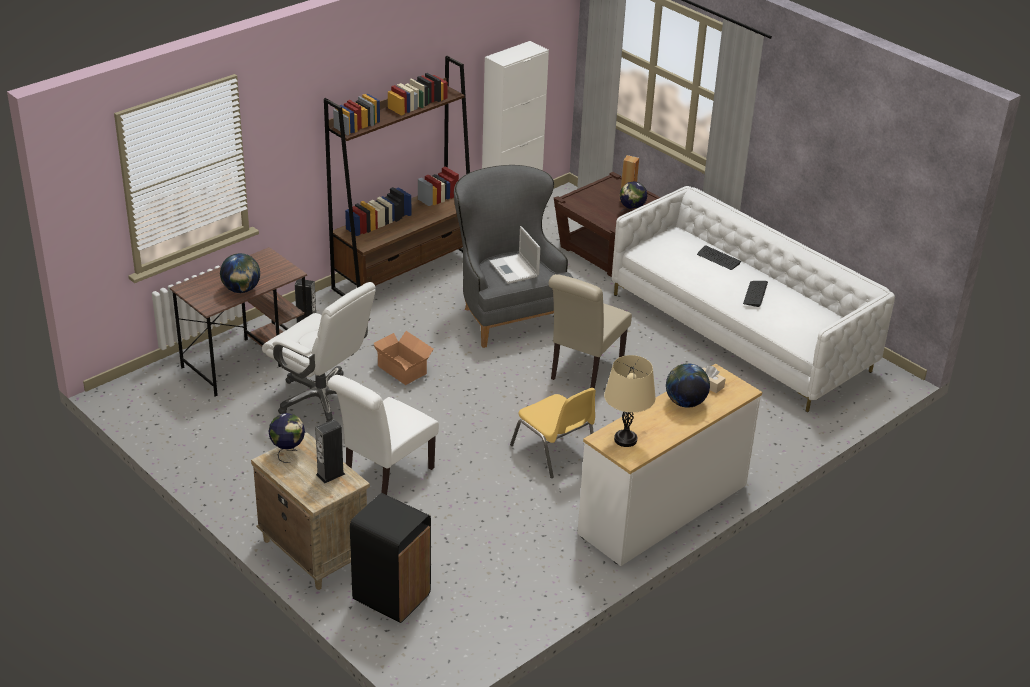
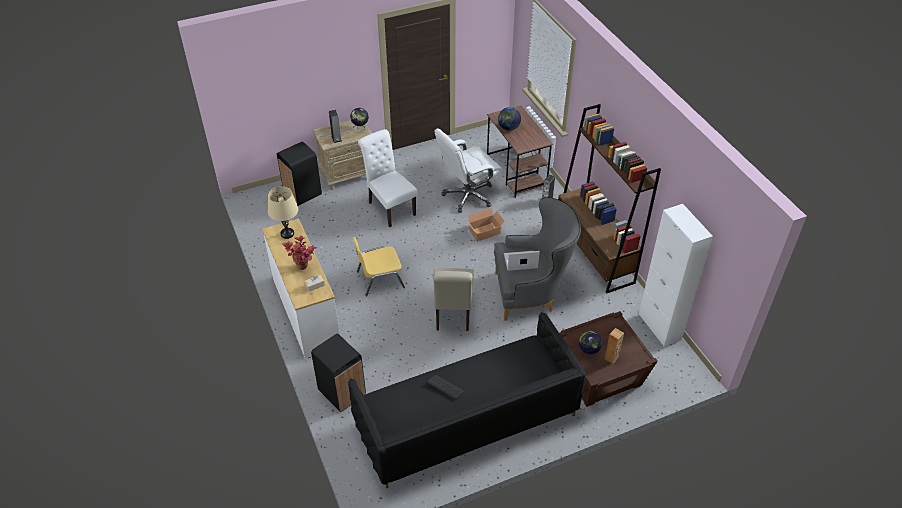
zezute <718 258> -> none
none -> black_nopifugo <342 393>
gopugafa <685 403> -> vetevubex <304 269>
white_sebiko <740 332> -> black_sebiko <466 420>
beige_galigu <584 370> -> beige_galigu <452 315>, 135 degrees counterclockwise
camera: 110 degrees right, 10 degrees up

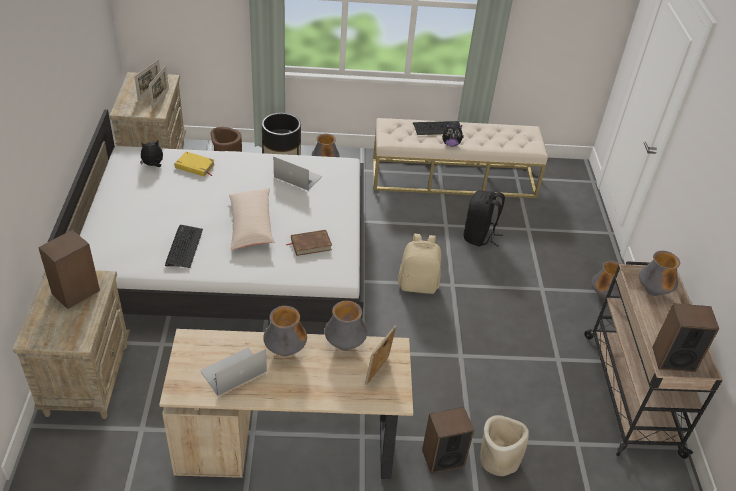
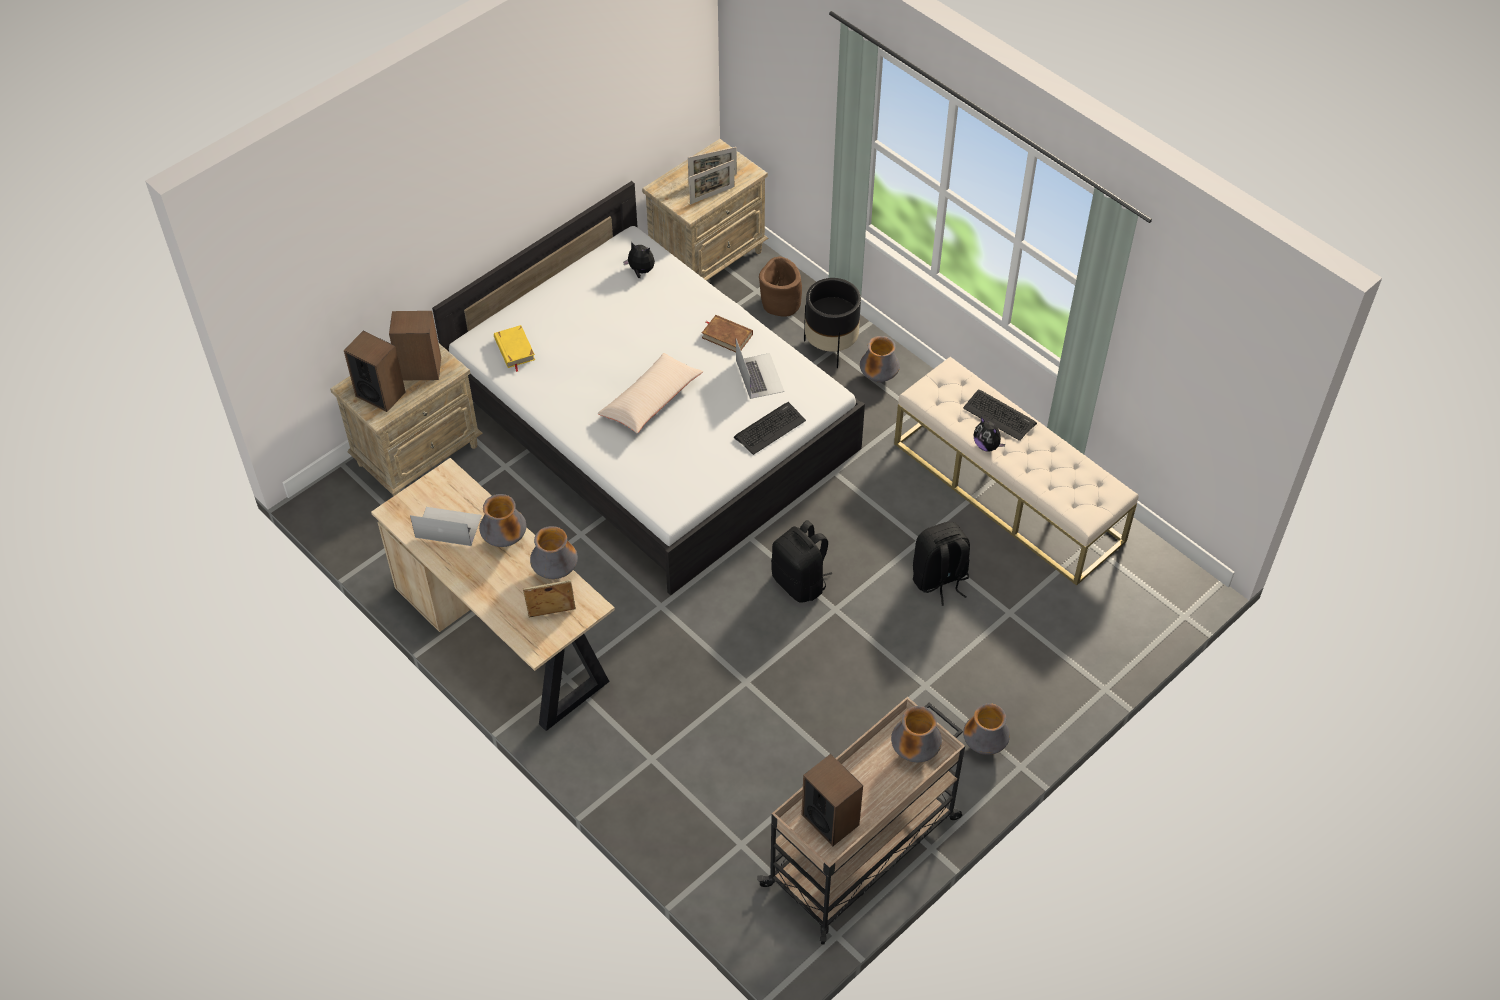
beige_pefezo <498 459> -> none
zezute <184 247> -> zezute <770 428>, shifted
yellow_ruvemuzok <195 166> -> yellow_ruvemuzok <514 349>, shifted
brown_ruvemuzok <311 244> -> brown_ruvemuzok <727 336>, shifted
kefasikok <442 458> -> kefasikok <380 394>, shifted
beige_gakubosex <418 284> -> black_gakubosex <800 582>
camera: 50 degrees right, 10 degrees up

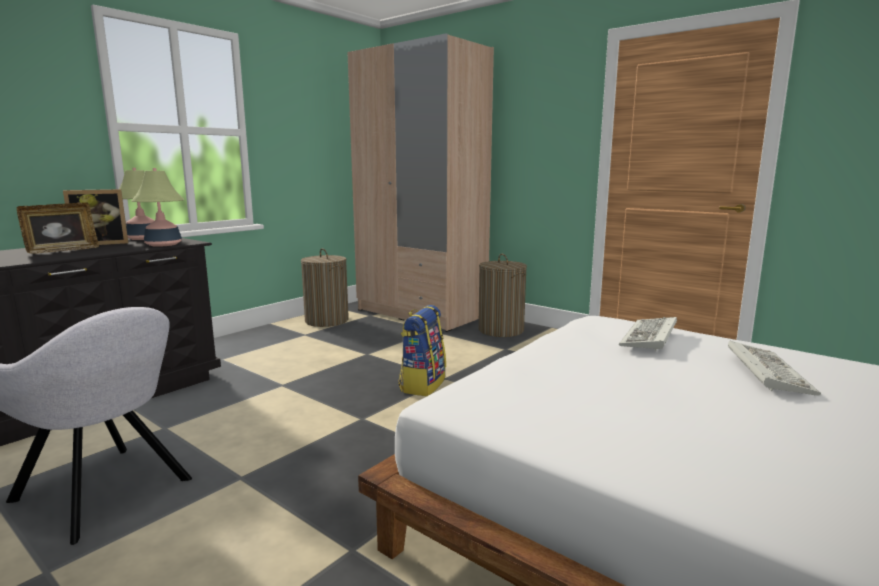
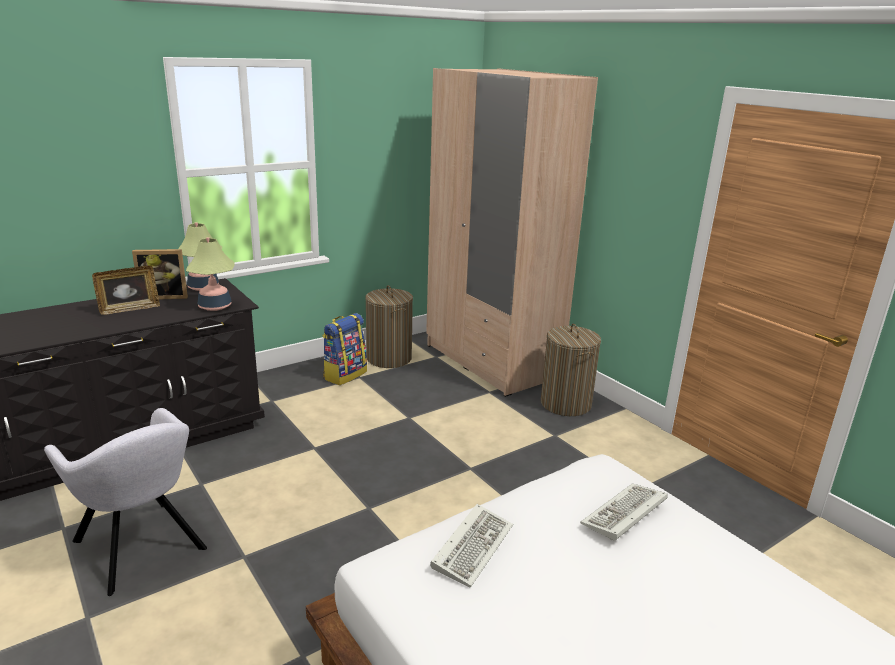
gakubosex <422 384> -> gakubosex <344 375>, shifted
zezute <765 371> -> zezute <472 546>, shifted
camera: 15 degrees right, 10 degrees up

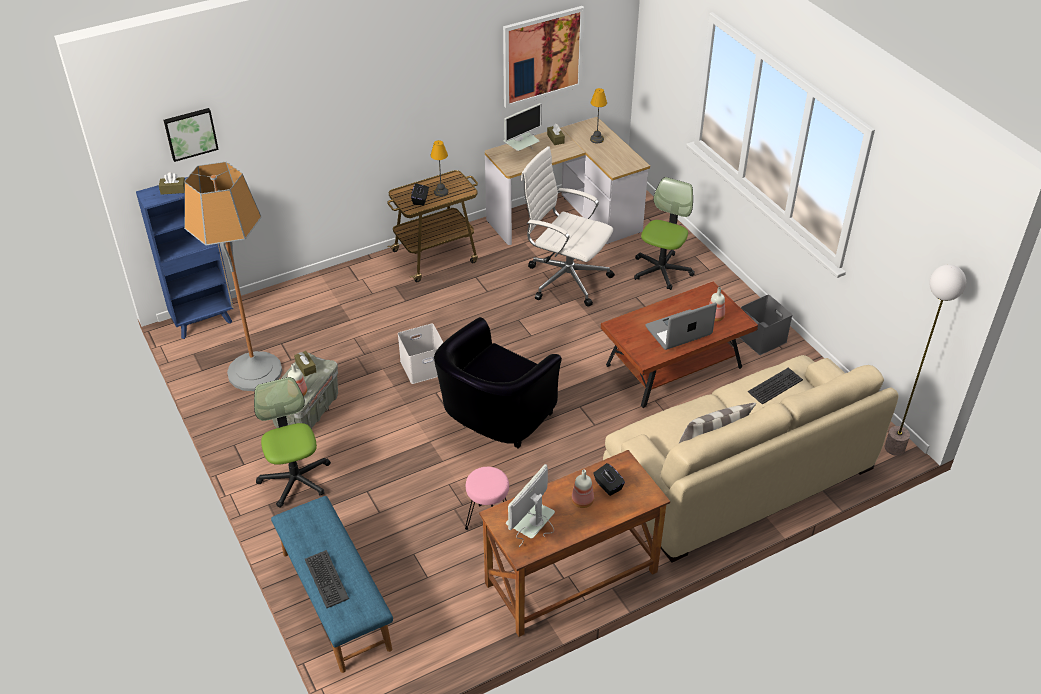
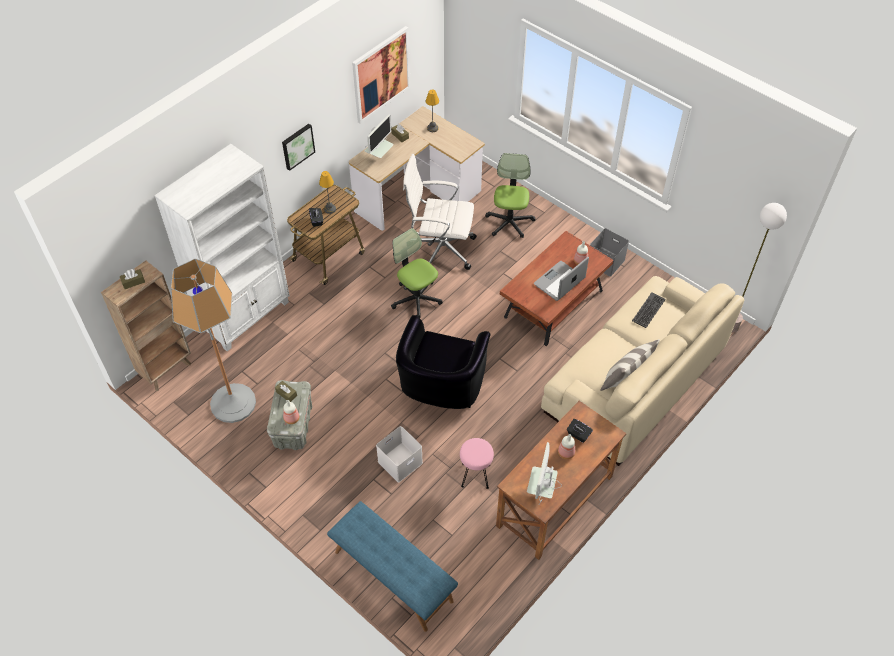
zezute <326 579> -> none
none -> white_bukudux <246 315>
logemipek <190 133> -> logemipek <297 146>, shifted
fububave <295 479> -> fububave <416 299>, shifted
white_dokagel <422 368> -> white_dokagel <400 463>, shifted
blue_bukudux <204 321> -> brown_bukudux <167 369>
camera: 20 degrees left, 10 degrees up

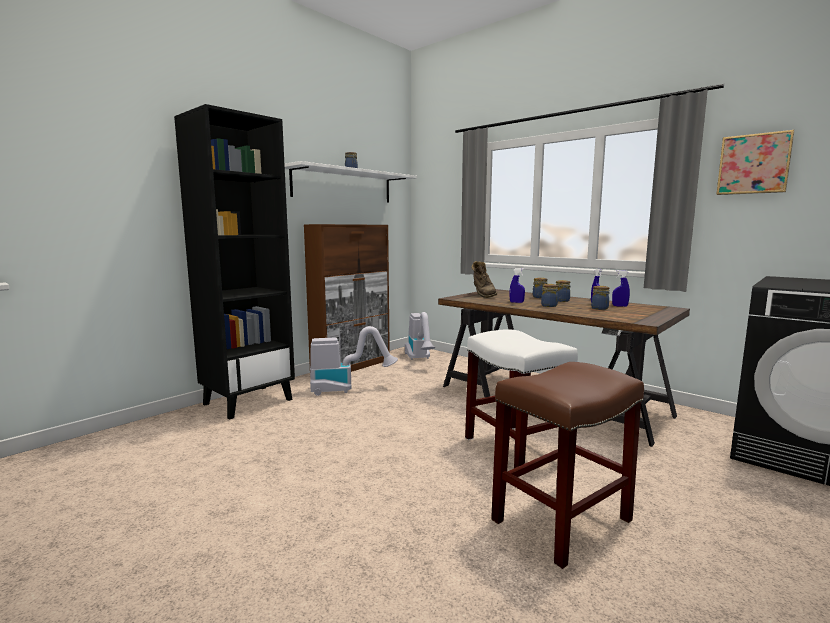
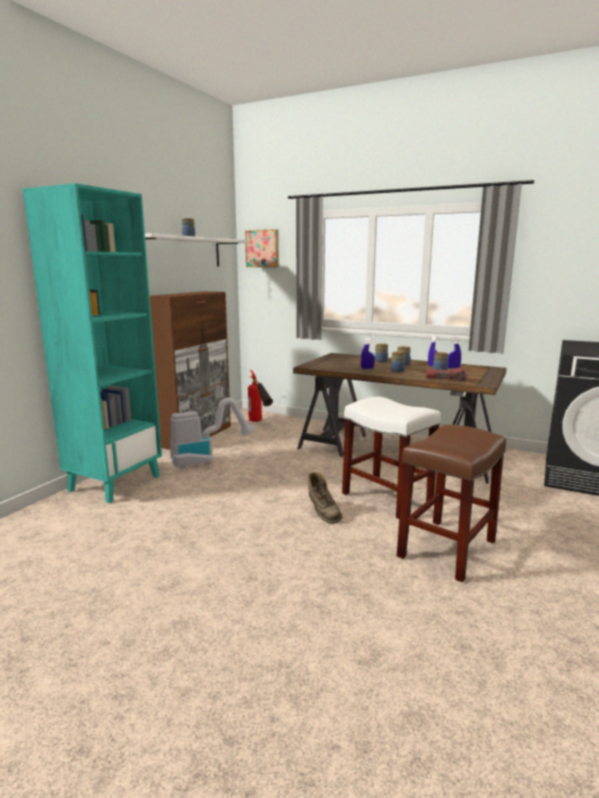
none -> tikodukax <446 379>
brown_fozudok <483 295> -> brown_fozudok <322 514>, shifted
logemipek <754 164> -> logemipek <263 248>, shifted
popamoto <420 359> -> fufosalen <259 423>
black_bukudux <248 401> -> turquoise_bukudux <115 483>
camera: 15 degrees left, 5 degrees up

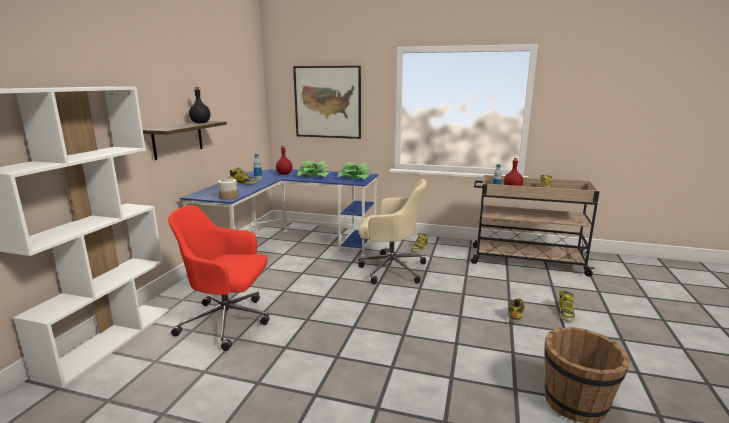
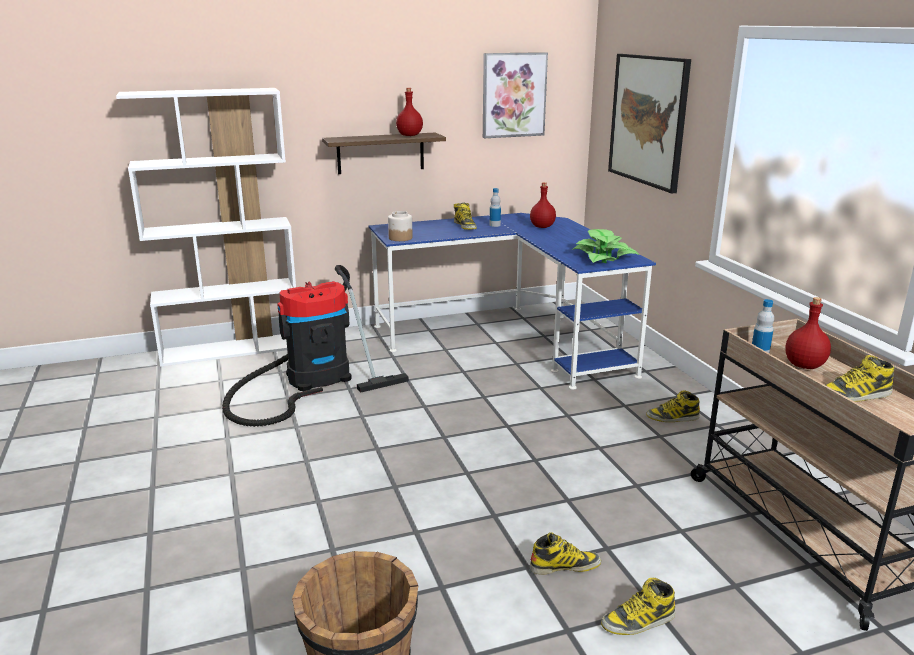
vetevubex <313 175> -> none
beige_fububave <390 269> -> none
none -> logemipek <513 95>
red_fububave <228 322> -> popamoto <312 380>
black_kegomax <200 123> -> red_kegomax <409 135>
camera: 55 degrees right, 5 degrees up

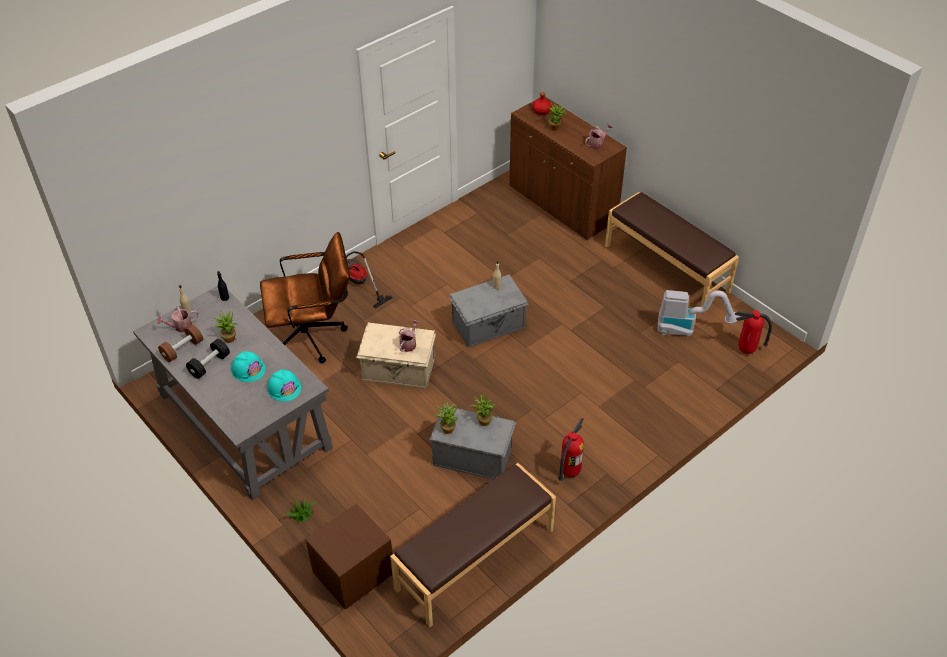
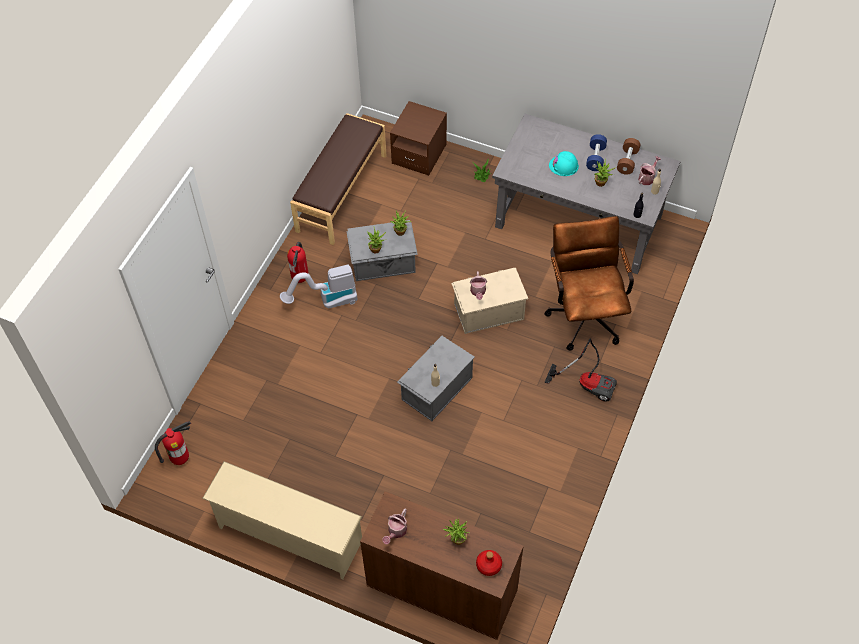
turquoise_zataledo <284 388> -> none
popamoto <688 329> -> popamoto <326 301>, shifted
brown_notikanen <667 268> -> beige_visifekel <288 536>
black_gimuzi <209 365> -> blue_gimuzi <595 158>
brown_fububave <313 336> -> brown_fububave <584 313>, 120 degrees clockwise
camera: 155 degrees right, 10 degrees up

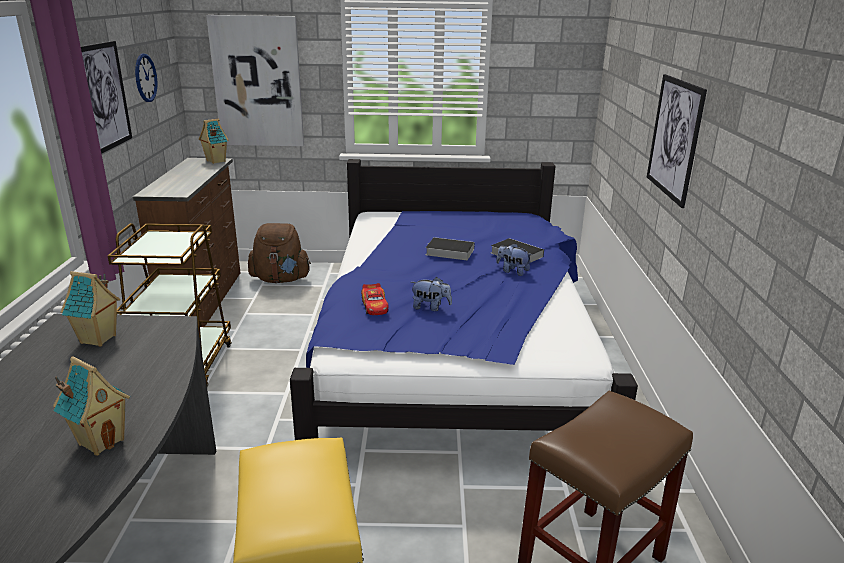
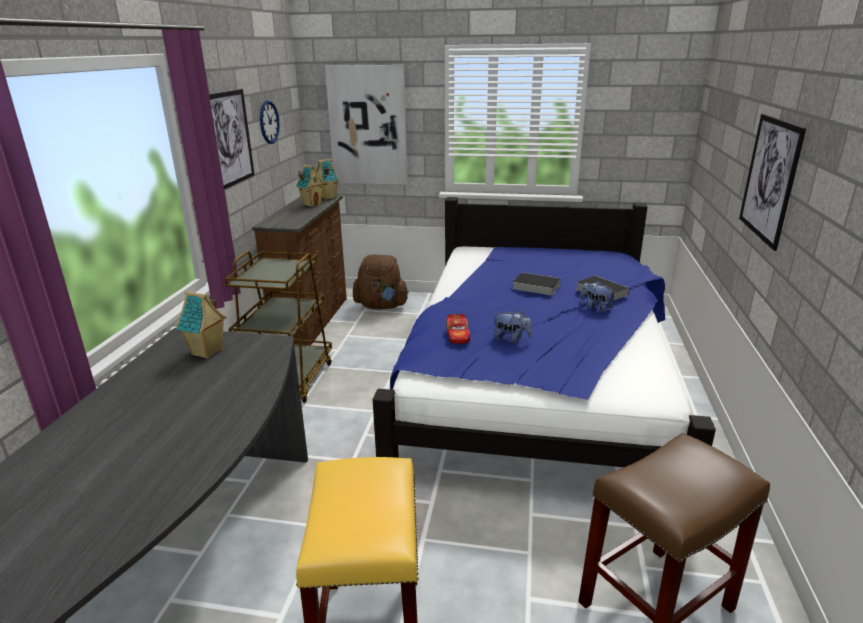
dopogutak <101 441> -> dopogutak <312 204>, shifted
camera: 10 degrees right, 0 degrees up

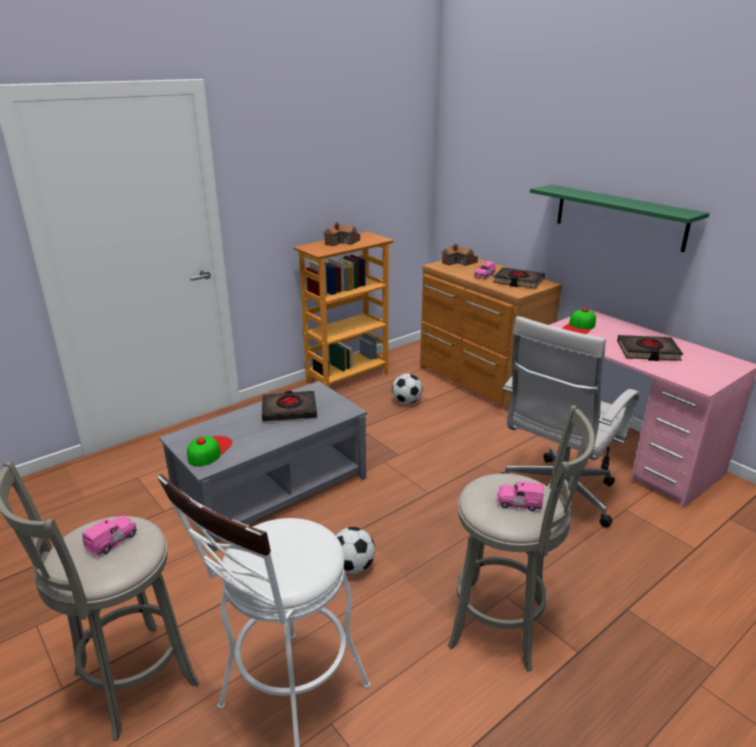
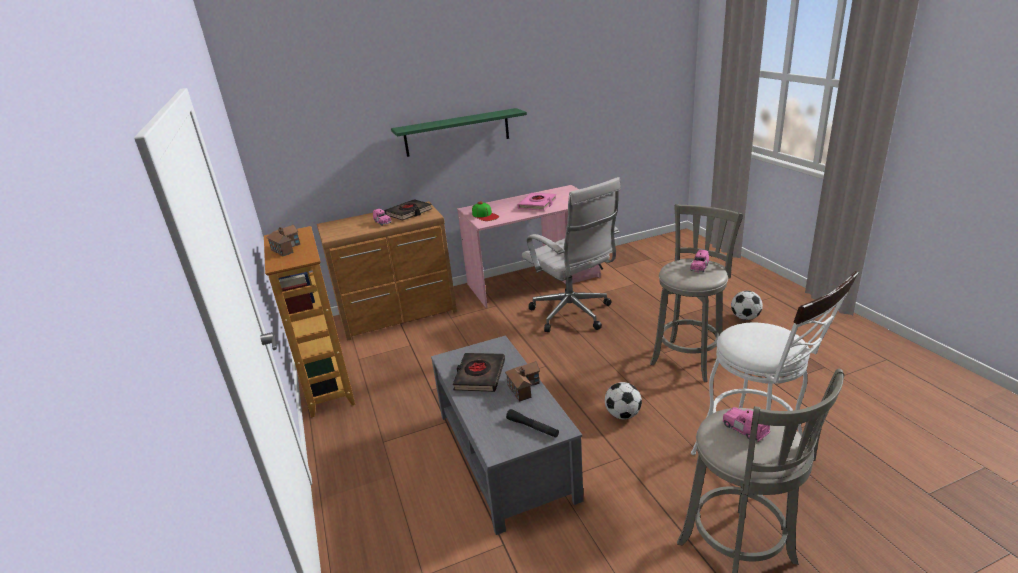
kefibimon <406 402> -> kefibimon <745 318>, shifted
dopogutak <459 262> -> dopogutak <524 386>, shifted
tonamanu <209 450> -> black_tikodukax <532 427>
black_ruvemuzok <648 352> -> pink_ruvemuzok <537 204>
camera: 70 degrees left, 0 degrees up

